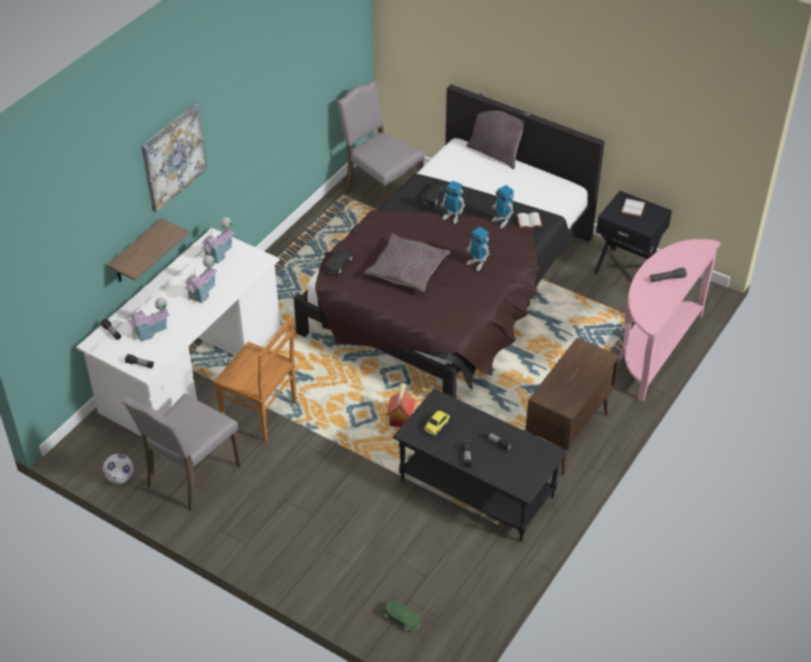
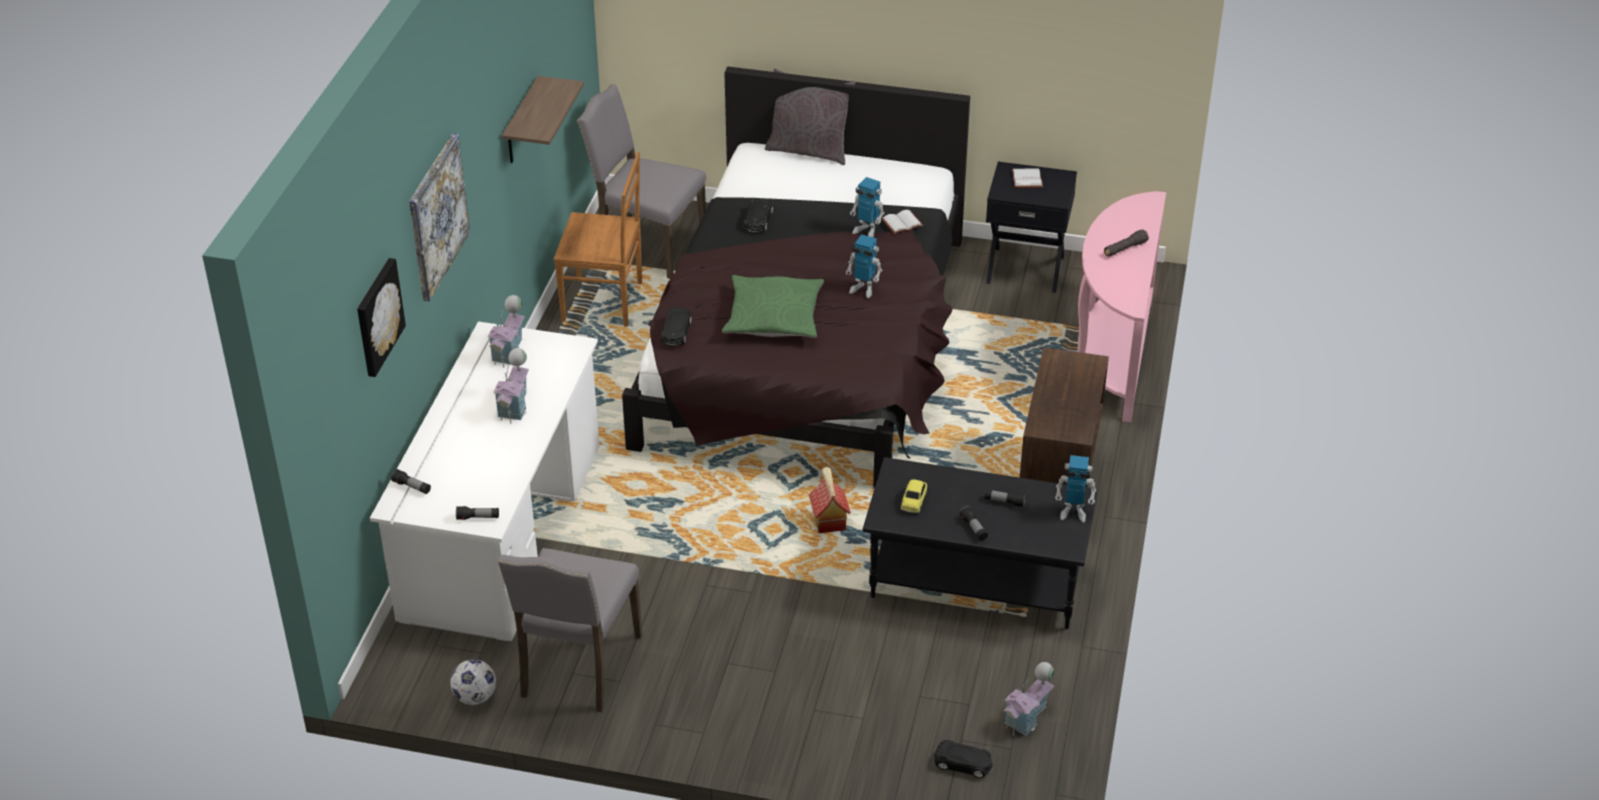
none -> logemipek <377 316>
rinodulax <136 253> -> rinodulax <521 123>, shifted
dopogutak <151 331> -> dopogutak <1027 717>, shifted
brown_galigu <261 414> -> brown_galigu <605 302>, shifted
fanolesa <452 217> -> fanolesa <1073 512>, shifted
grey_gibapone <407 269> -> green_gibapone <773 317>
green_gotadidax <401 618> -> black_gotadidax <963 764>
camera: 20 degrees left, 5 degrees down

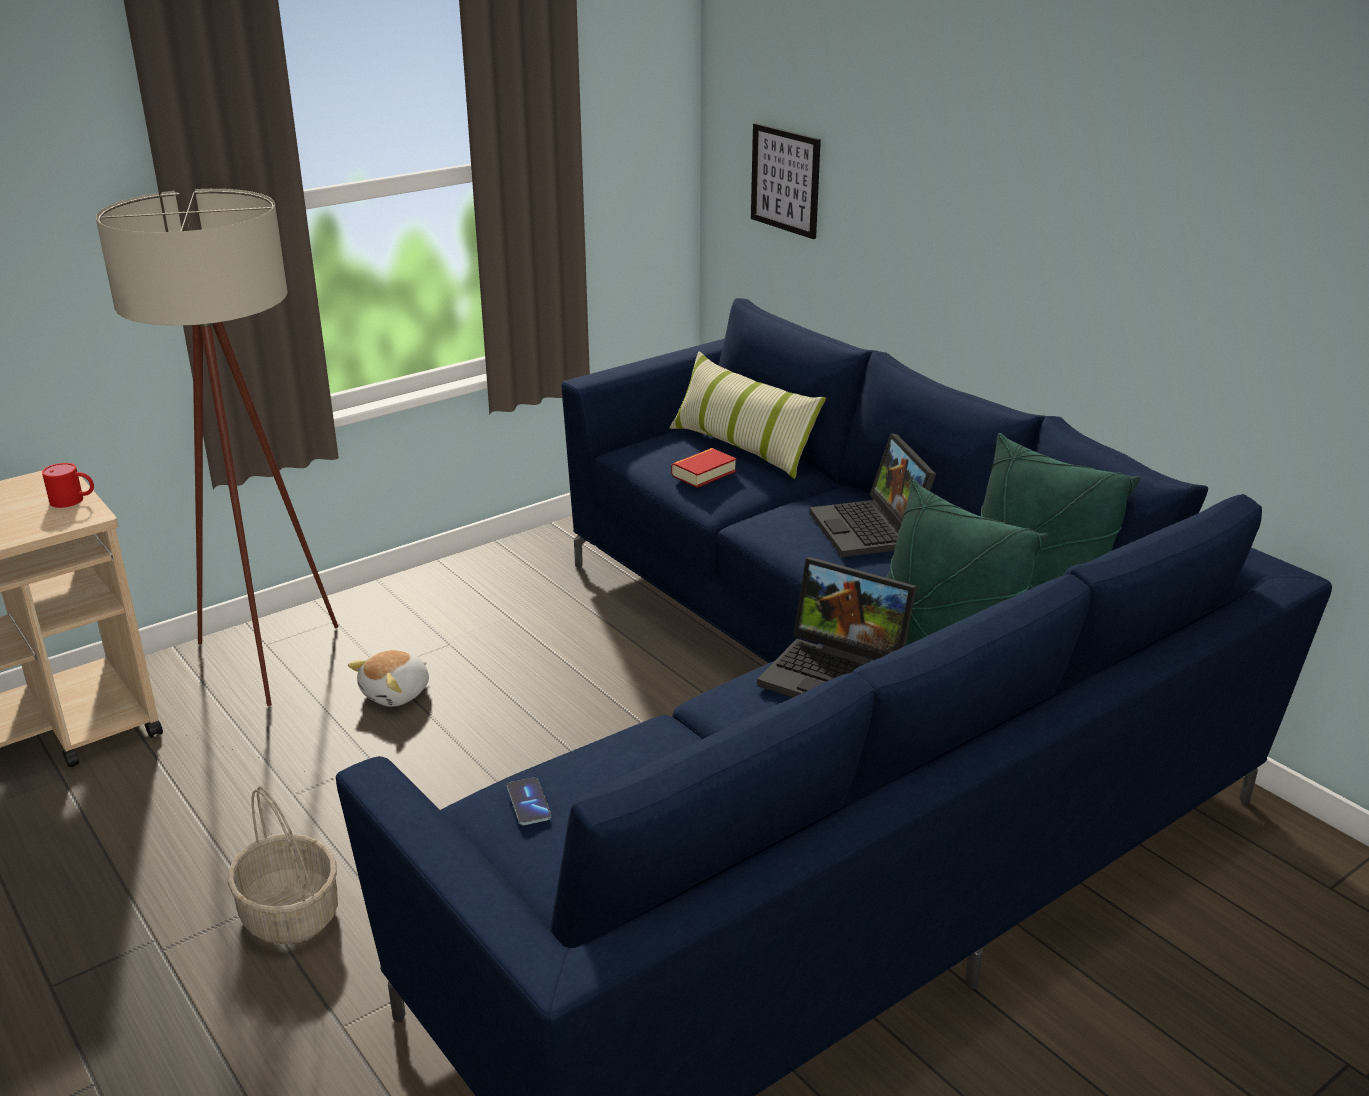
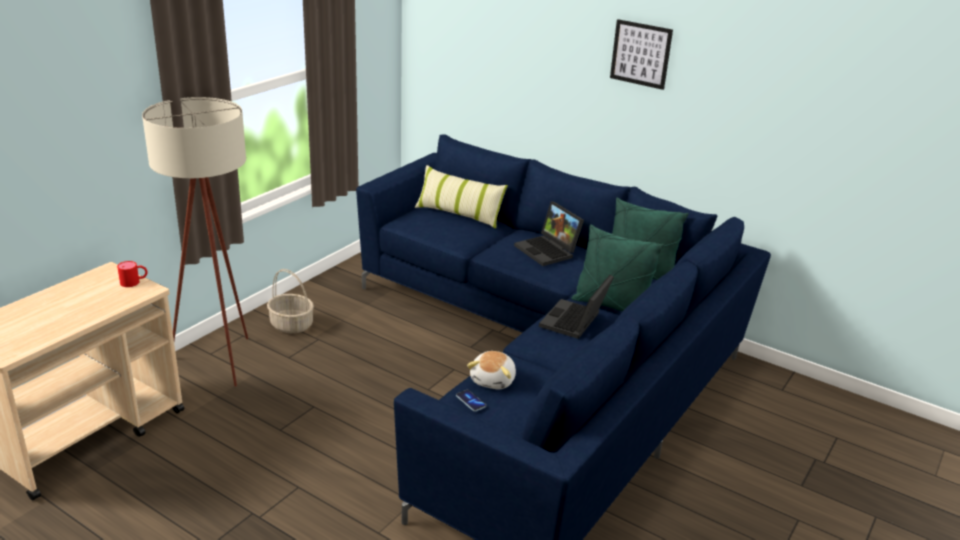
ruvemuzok <703 473> -> none
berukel <291 915> -> berukel <292 325>, shifted
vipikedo <397 693> -> vipikedo <494 380>, shifted
logemipek <785 180> -> logemipek <641 54>, shifted
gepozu <838 675> -> gepozu <575 322>, 105 degrees clockwise
camera: 20 degrees left, 0 degrees up

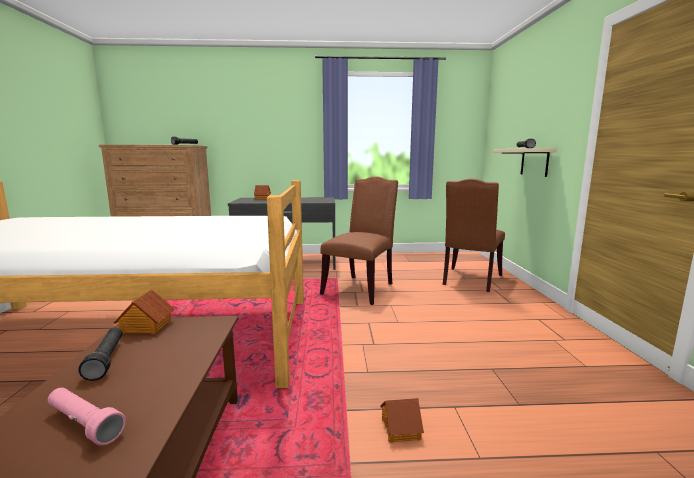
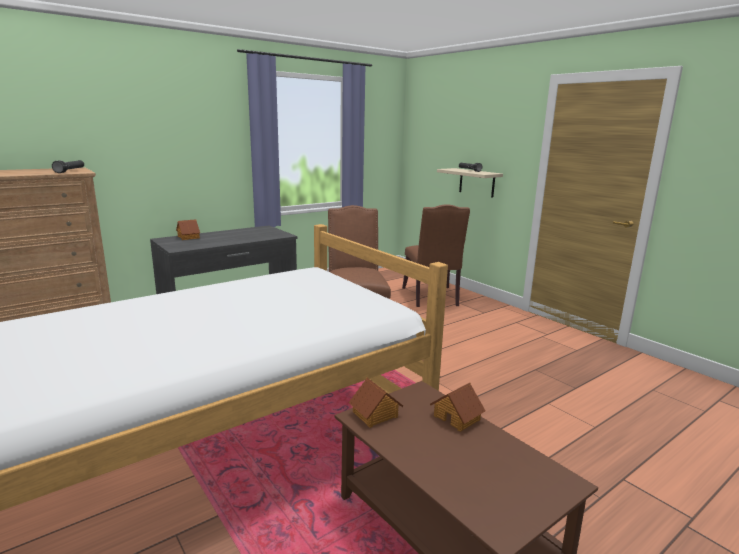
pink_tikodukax <84 424> -> none
black_tikodukax <106 360> -> none
dopogutak <401 428> -> dopogutak <457 417>, shifted
camera: 35 degrees left, 5 degrees up

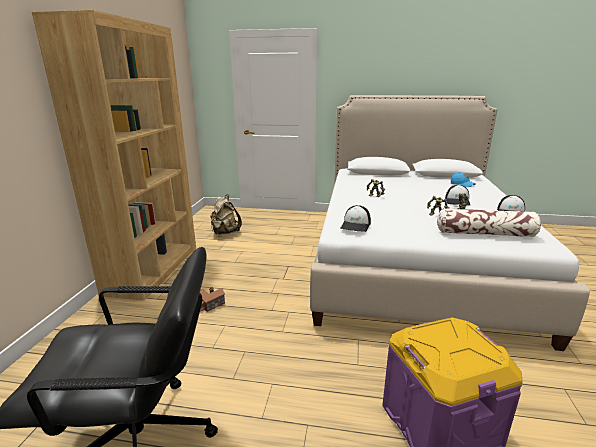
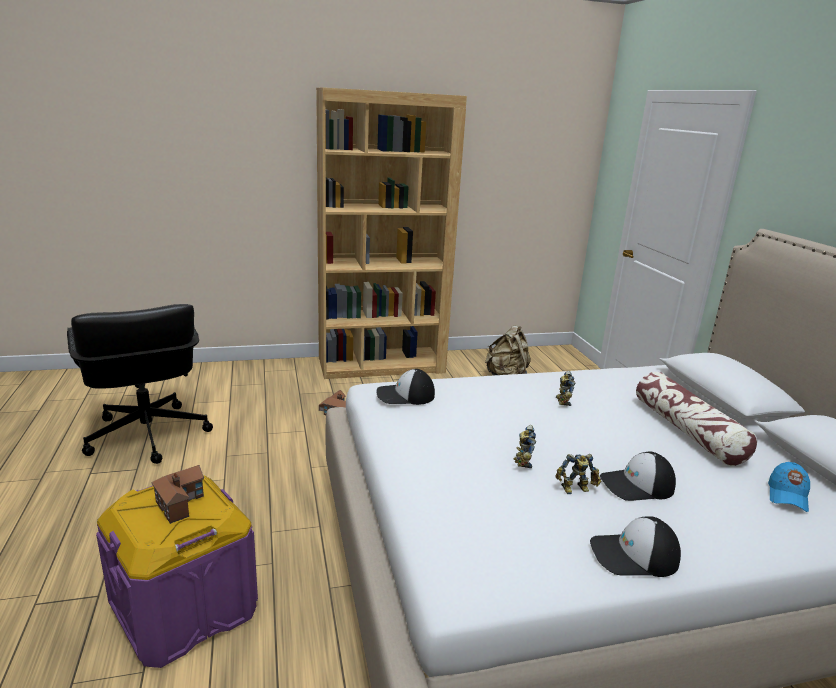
none -> dopogutak <180 501>
gibapone <485 233> -> gibapone <687 431>, shifted
camera: 65 degrees right, 0 degrees up

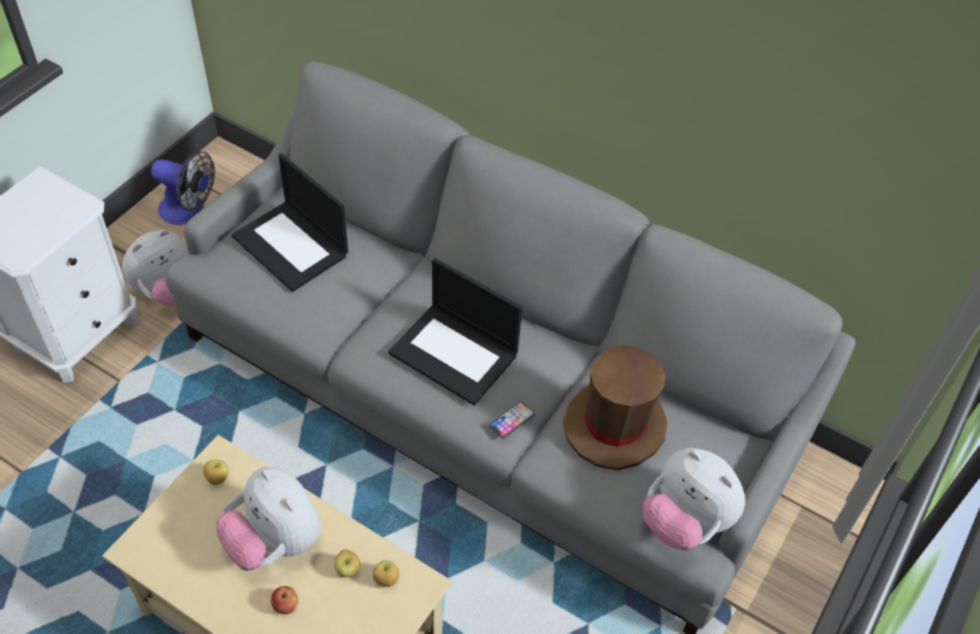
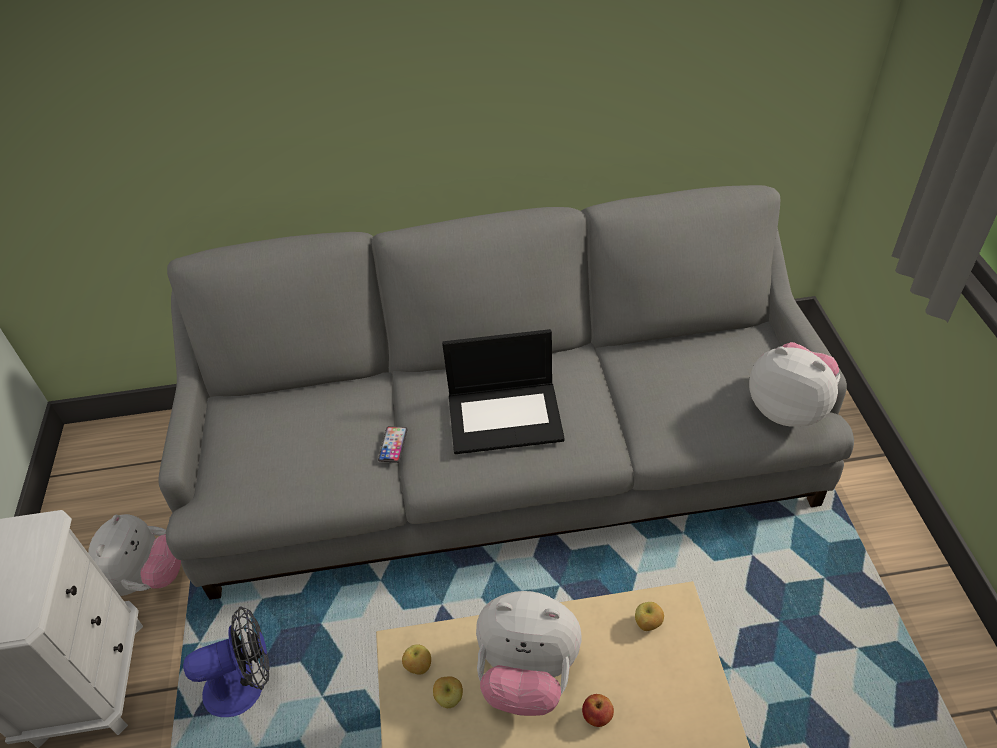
gepozu <292 246> -> none
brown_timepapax <615 426> -> none
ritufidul <189 211> -> ritufidul <245 684>, shifted
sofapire <348 570> -> sofapire <449 698>, shifted
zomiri <511 420> -> zomiri <393 445>, shifted
vipikedo <684 521> -> vipikedo <788 408>, 150 degrees counterclockwise
camera: 35 degrees left, 5 degrees down

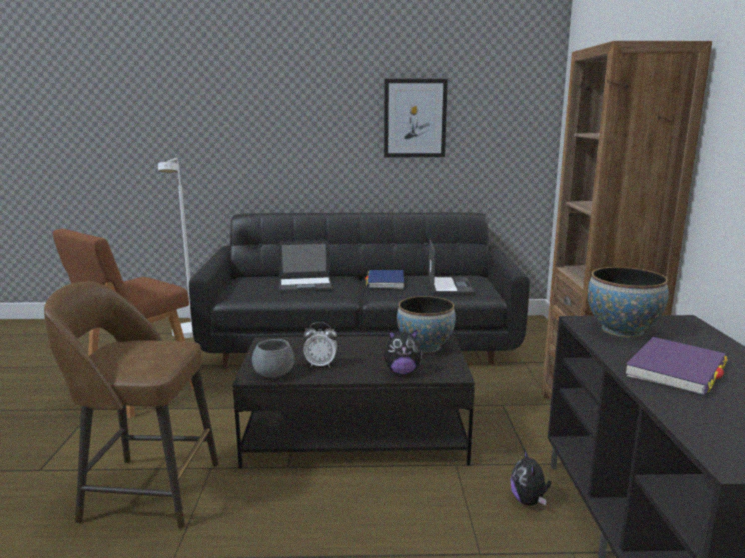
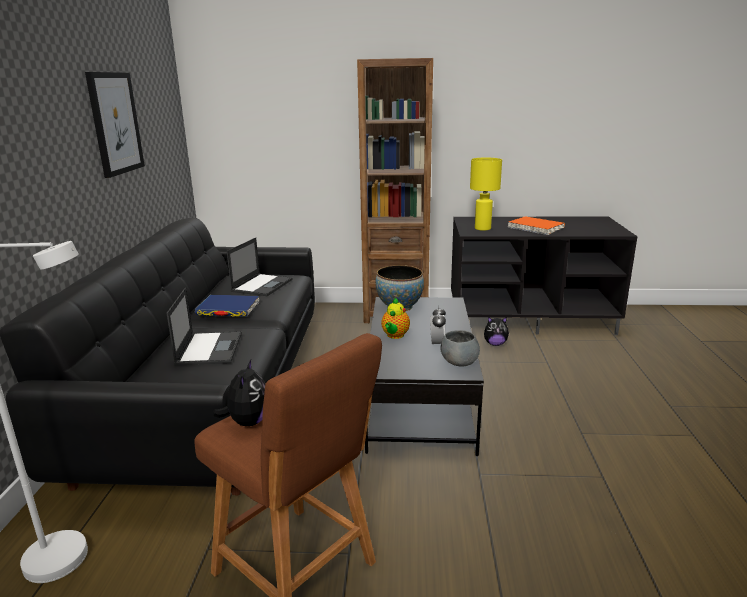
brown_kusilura <147 491> -> none
none -> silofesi <395 336>
vipikedo <402 372> -> vipikedo <247 422>, shifted
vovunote <622 330> -> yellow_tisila <482 229>
purple_ruvemuzok <676 370> -> orange_ruvemuzok <535 228>
gepozu <450 286> -> gepozu <262 285>, 105 degrees clockwise
camera: 85 degrees left, 5 degrees up

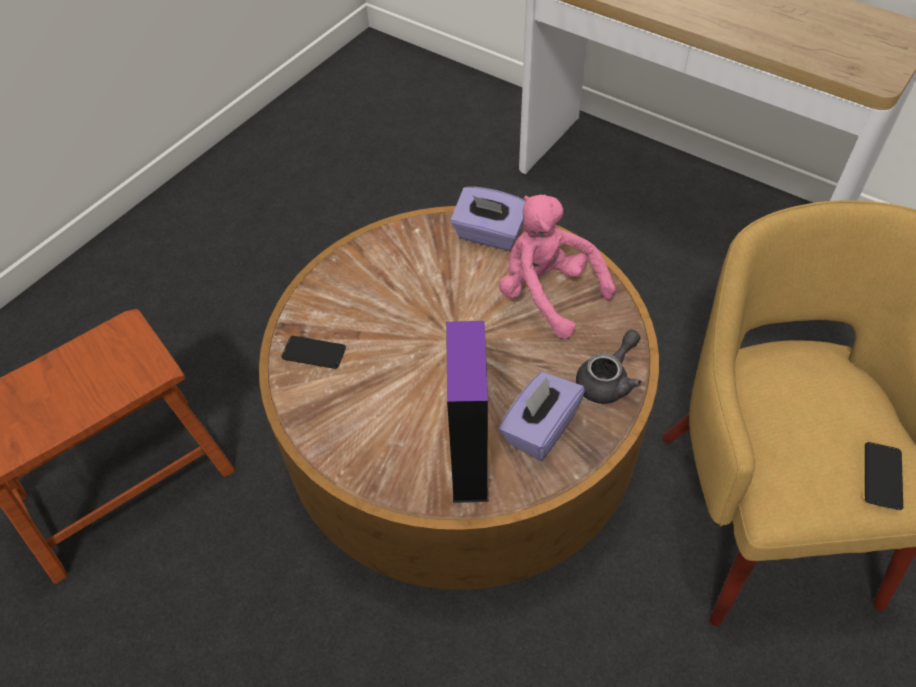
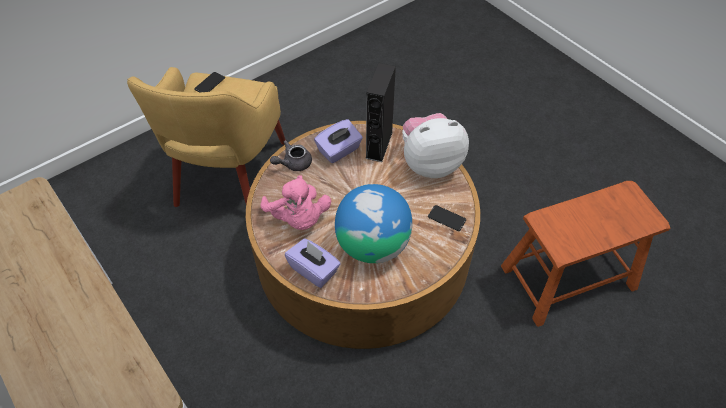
none -> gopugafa <372 244>
none -> vipikedo <430 163>
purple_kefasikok <469 462> -> black_kefasikok <379 145>
camera: 165 degrees left, 0 degrees up

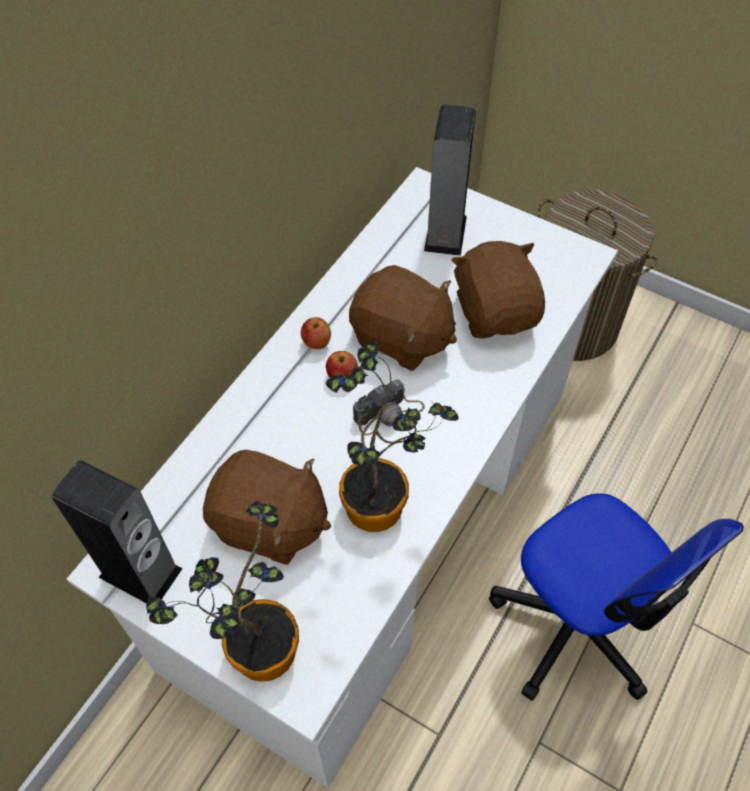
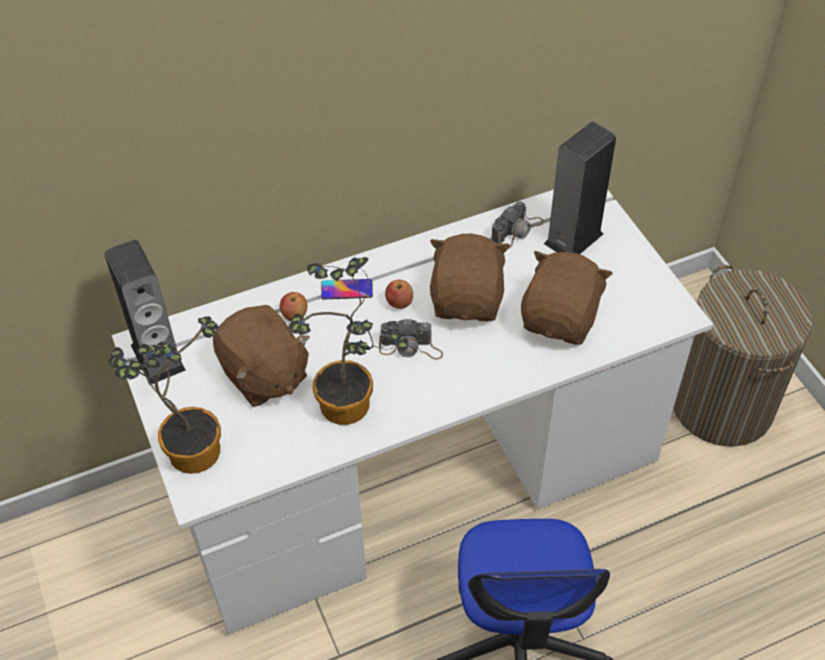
none -> zomiri <347 289>
none -> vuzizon <517 230>
sofapire <316 343> -> sofapire <294 316>, shifted
brown_vipikedo <401 338> -> brown_vipikedo <467 300>, 150 degrees counterclockwise
camera: 35 degrees right, 5 degrees down

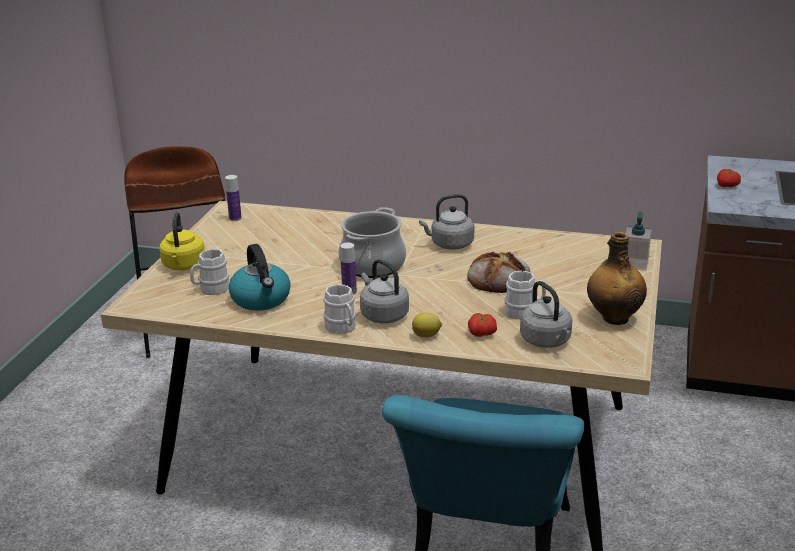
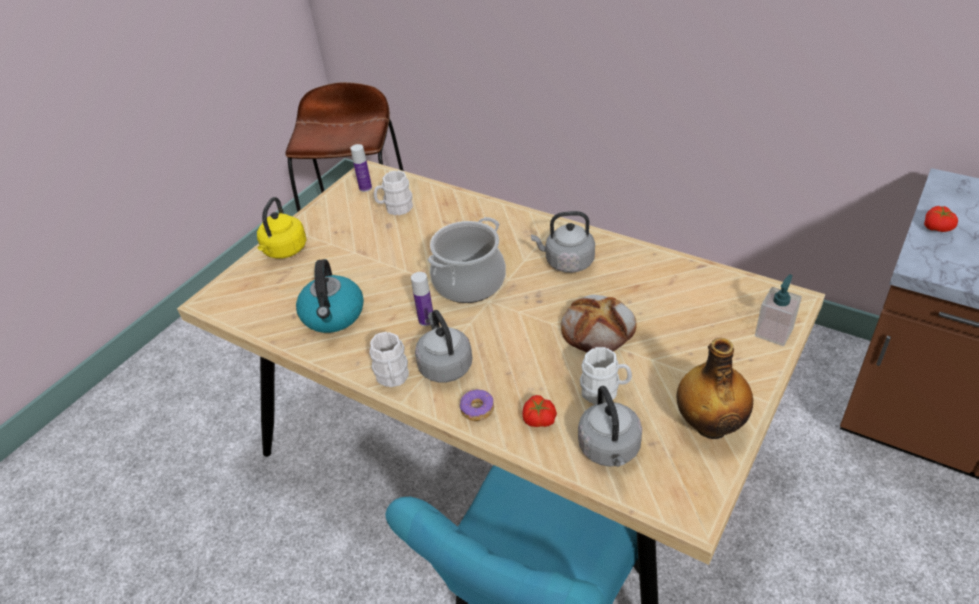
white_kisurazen <211 289> -> white_kisurazen <395 208>, shifted
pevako <427 335> -> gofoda <477 409>
camera: 20 degrees right, 15 degrees up

